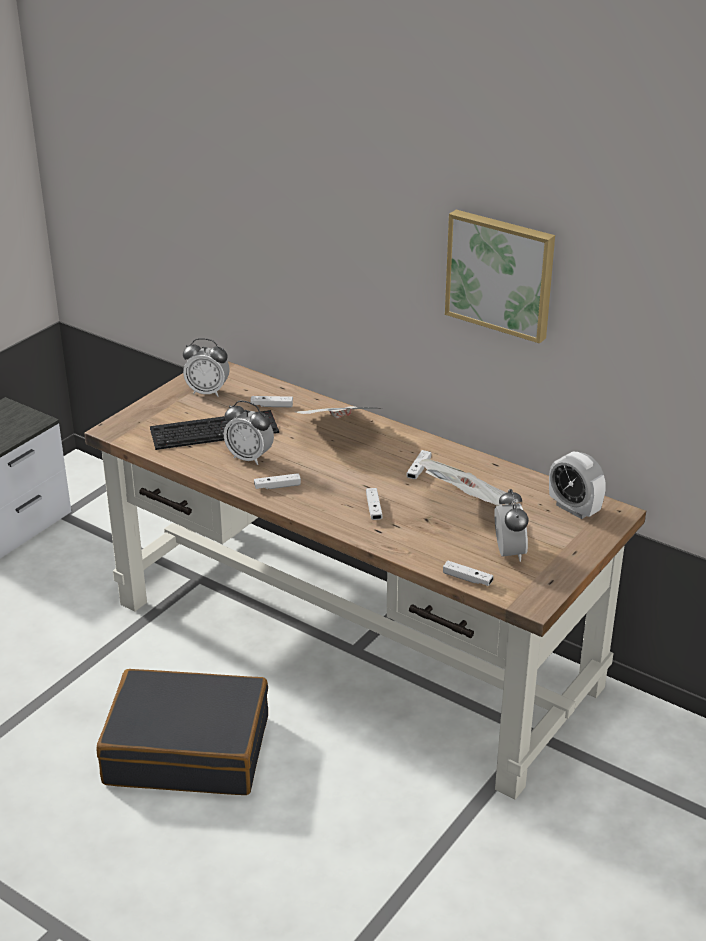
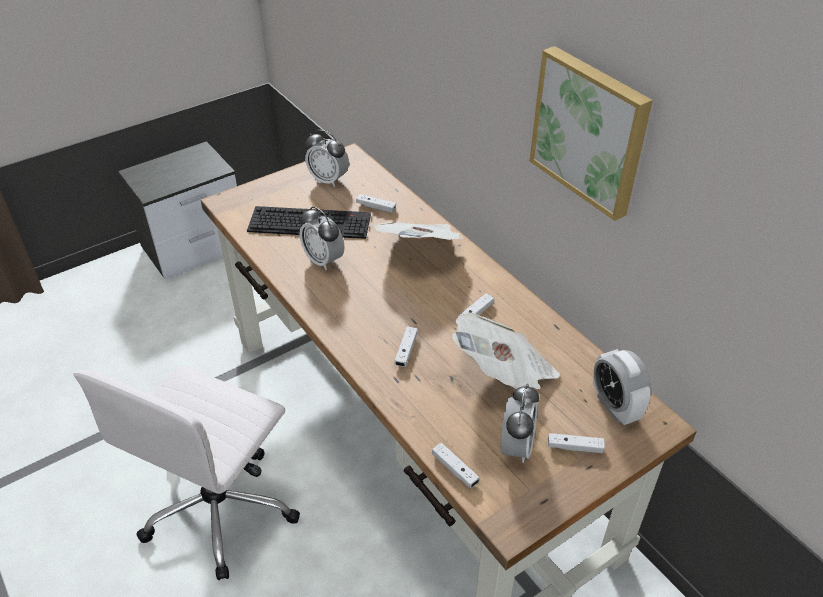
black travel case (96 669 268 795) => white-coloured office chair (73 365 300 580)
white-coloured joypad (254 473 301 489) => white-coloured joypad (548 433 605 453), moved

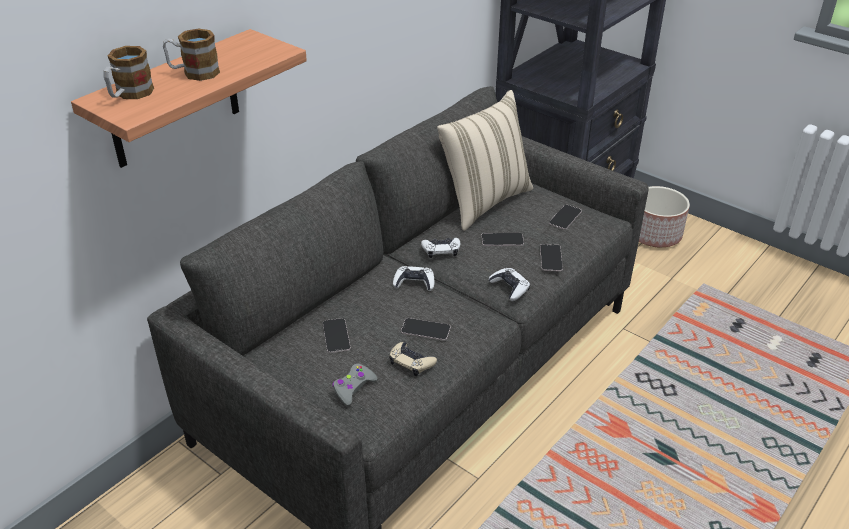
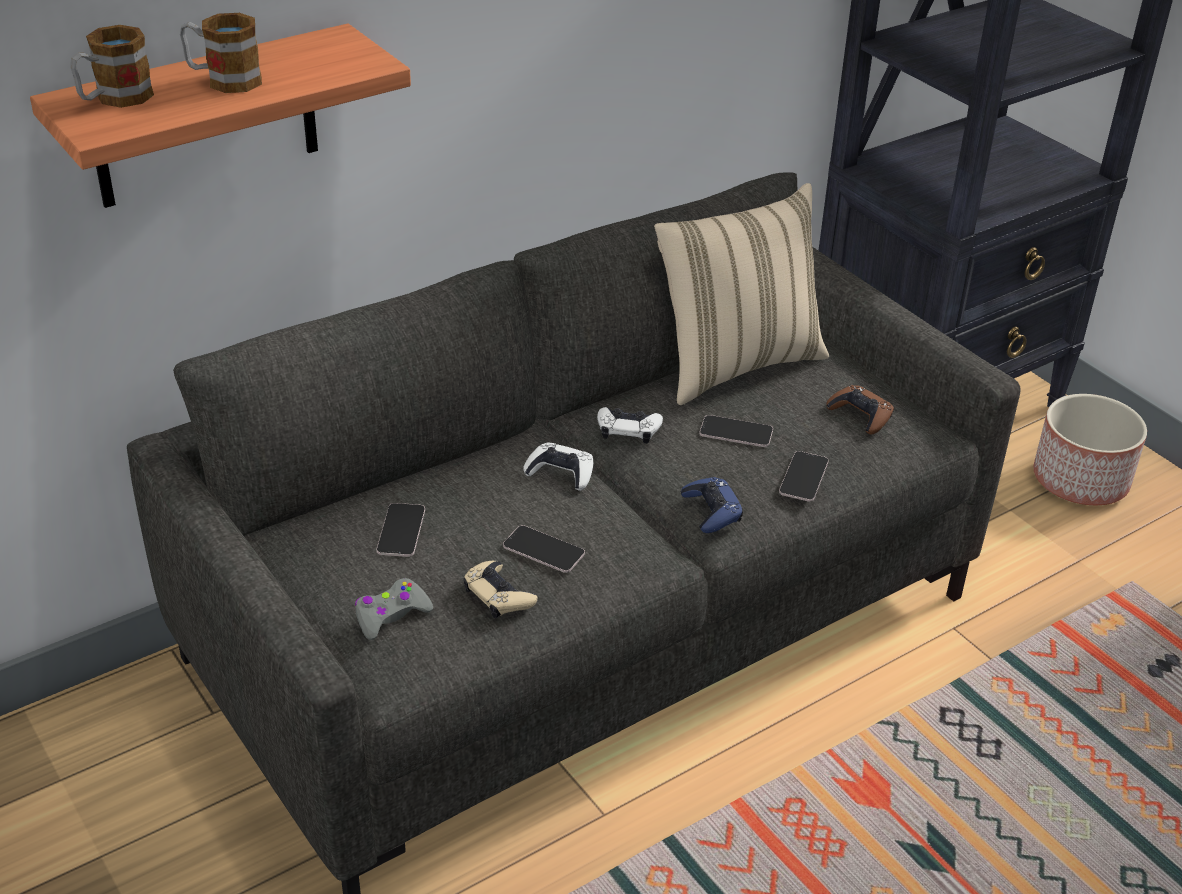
white-coloured joypad (489 268 530 301) => blue-coloured joypad (681 477 743 533)
phone (549 205 582 230) => brownish joypad (826 385 894 434)

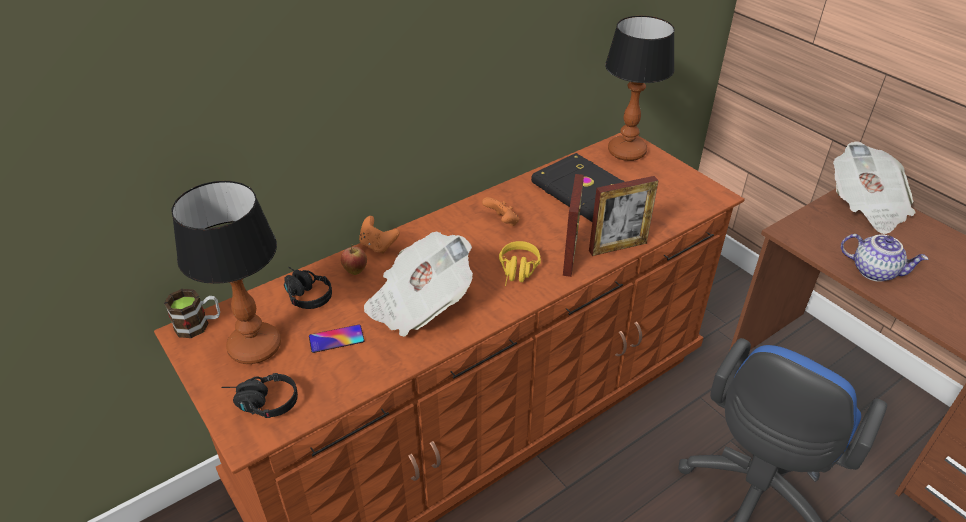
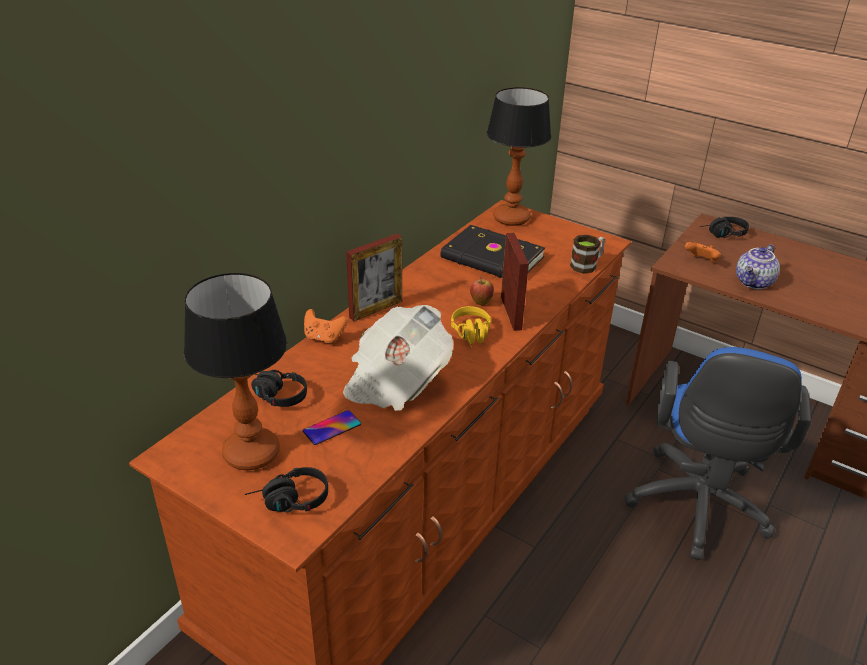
standing frame (589 176 659 256) => standing frame (346 234 402 321), moved
apple (341 245 367 275) => apple (470 276 494 305), moved
coffee mug (164 289 220 338) => coffee mug (570 235 605 273), moved
orangey joypad (482 197 519 226) => orangey joypad (685 242 721 263), moved
daily paper (833 142 916 234) => black headphones (699 217 749 238)
tea pot (841 234 929 282) => tea pot (736 244 780 289), 120 degrees clockwise

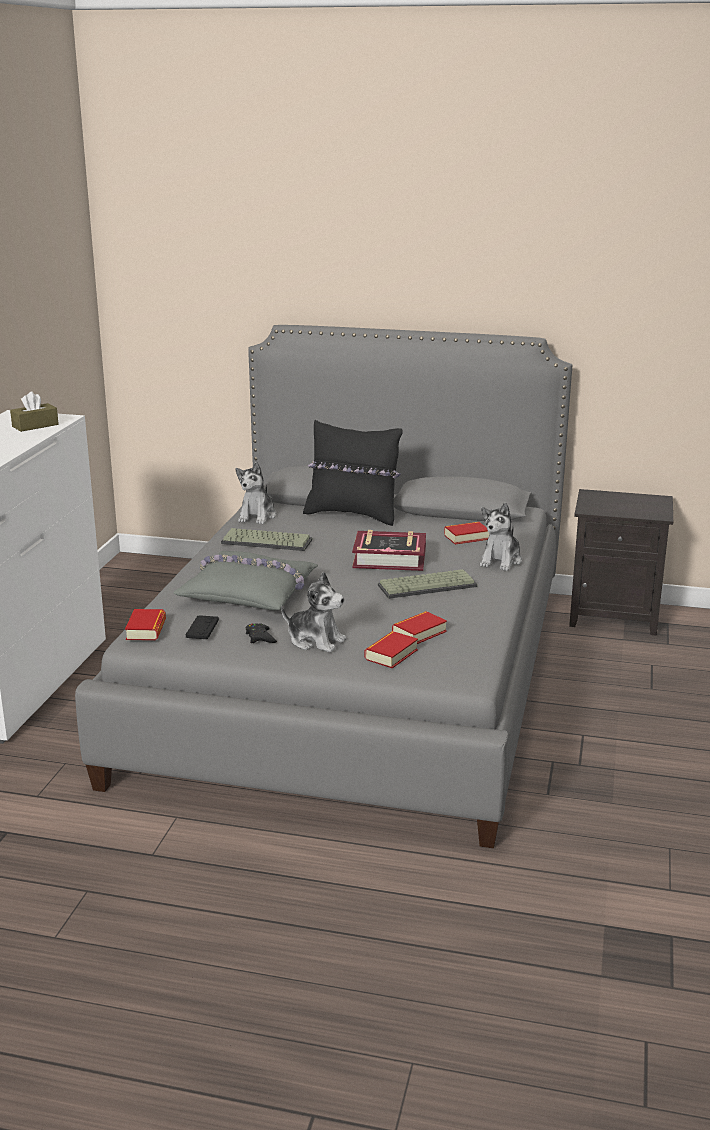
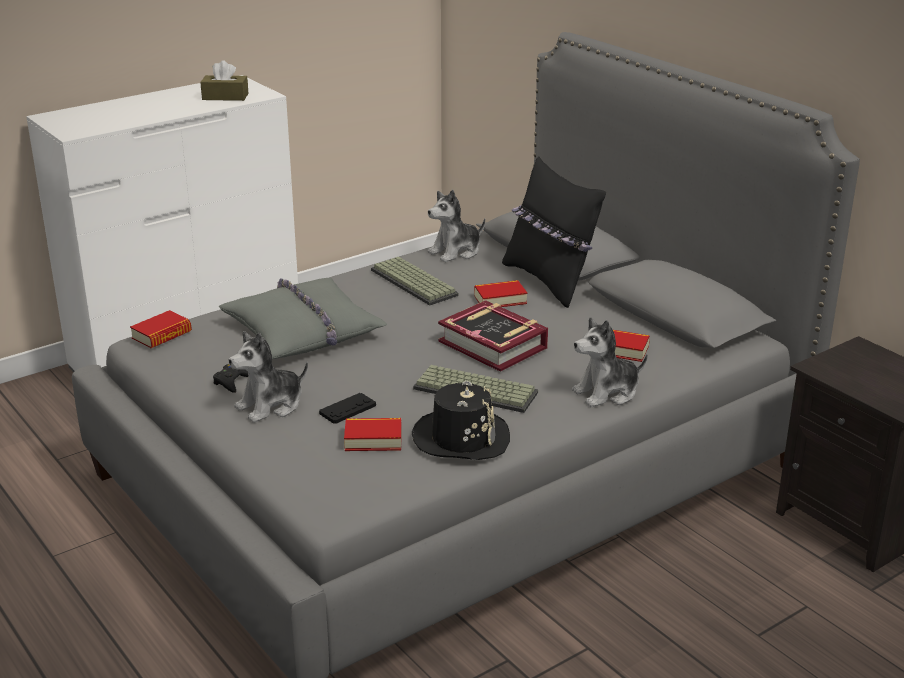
plush toy (281 572 346 653) => plush toy (229 331 308 423), 75 degrees clockwise
black joypad (186 615 219 639) => black joypad (319 393 376 424), moved
nothing => black clothing hat (412 381 510 460)
book (365 631 418 668) => book (474 280 527 307), moved

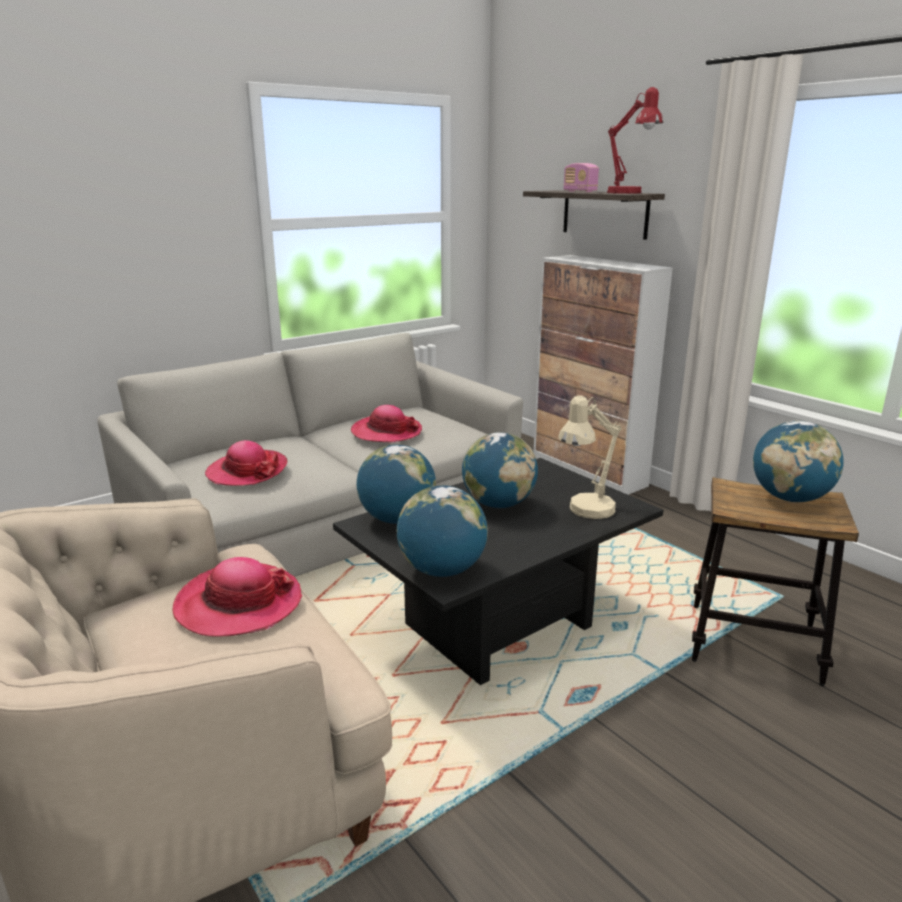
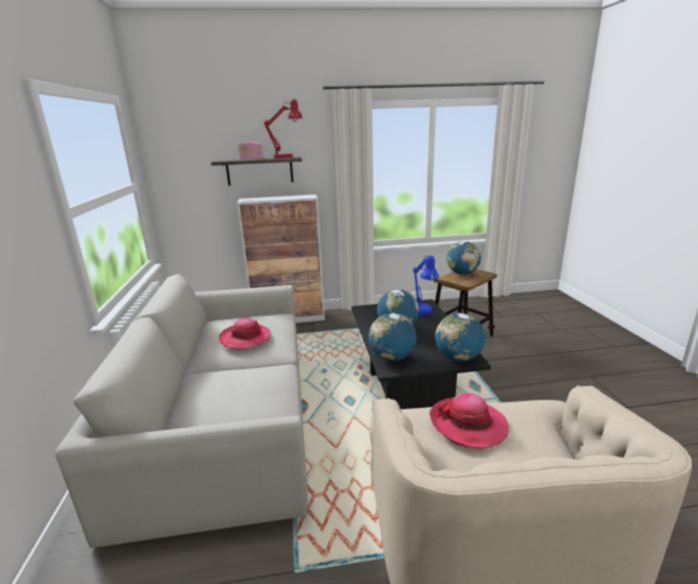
sand-coloured lamp for a table (558 395 622 519) => blue-coloured lamp for a table (413 256 439 316)
clothing hat (205 440 287 486) => nothing

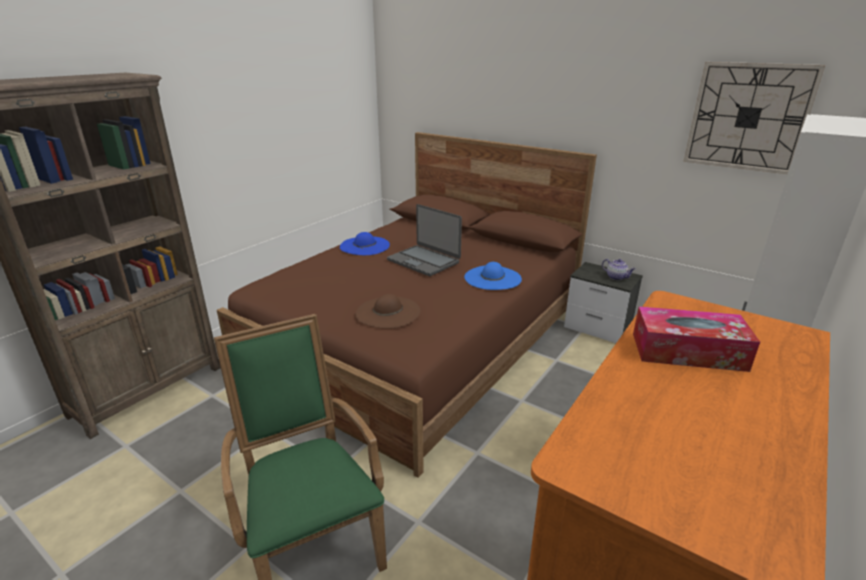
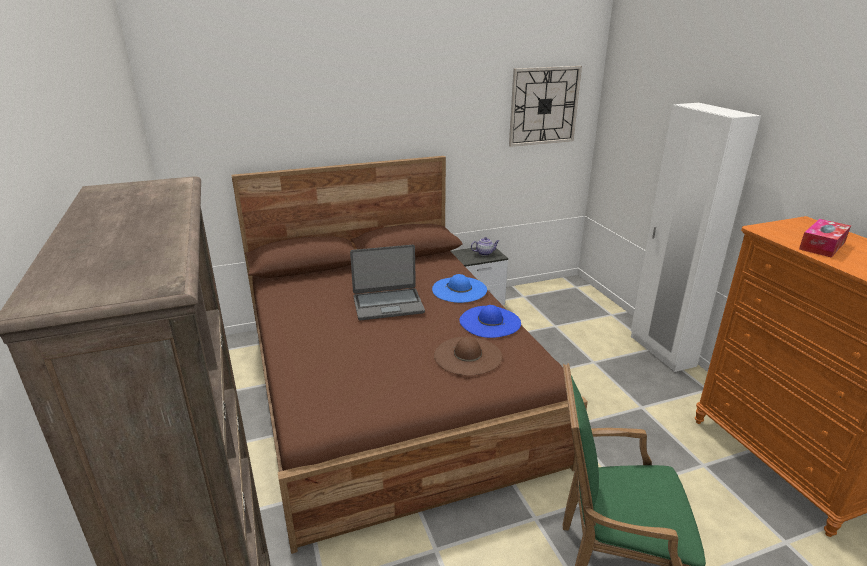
blue-coloured clothing hat (340 232 390 255) => blue-coloured clothing hat (459 305 521 338), moved

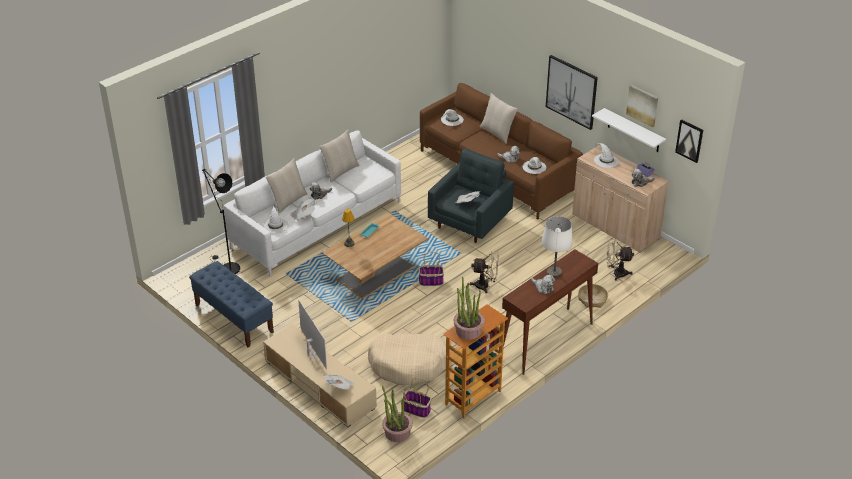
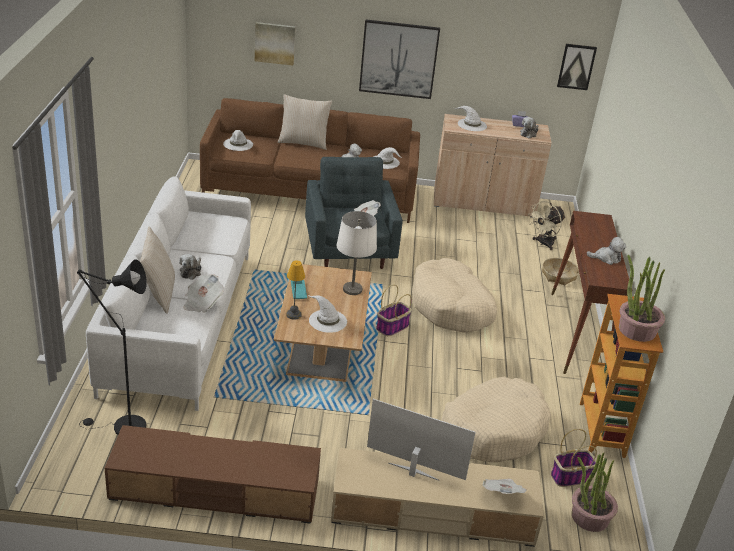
blue-coloured long seat (189 261 274 348) => brownish tv stand (105 425 321 524)
wall picture (626 85 658 127) => wall picture (255 22 295 65), moved
white-coloured clothing hat (263 206 289 234) => white-coloured clothing hat (308 295 347 333), moved
white-coloured lamp for a table (542 216 573 278) => white-coloured lamp for a table (336 211 377 295), moved
sand-coloured fan (470 251 499 293) => sand-coloured dog cushion (412 258 497 333)
sand-coloured pillow (319 130 360 182) => nothing
white-coloured wall shelf (592 108 666 152) => nothing

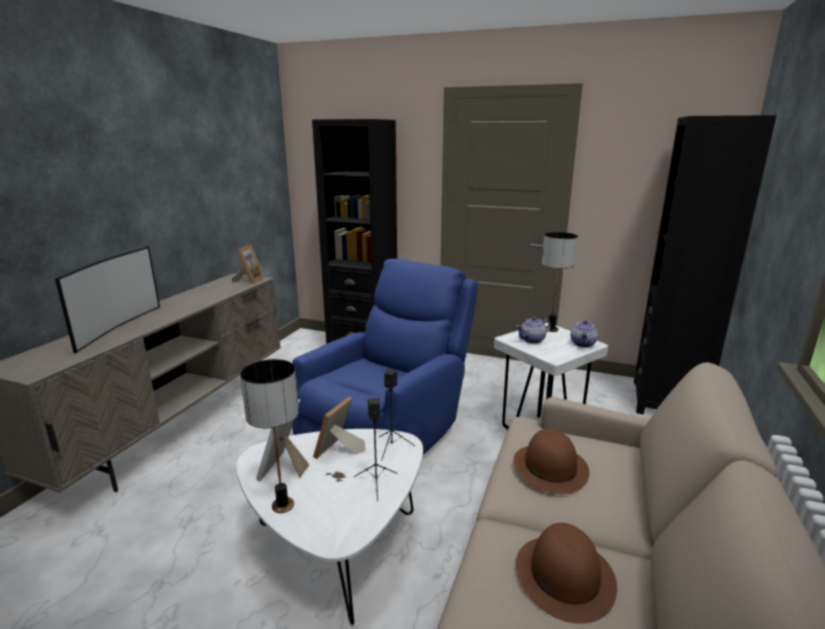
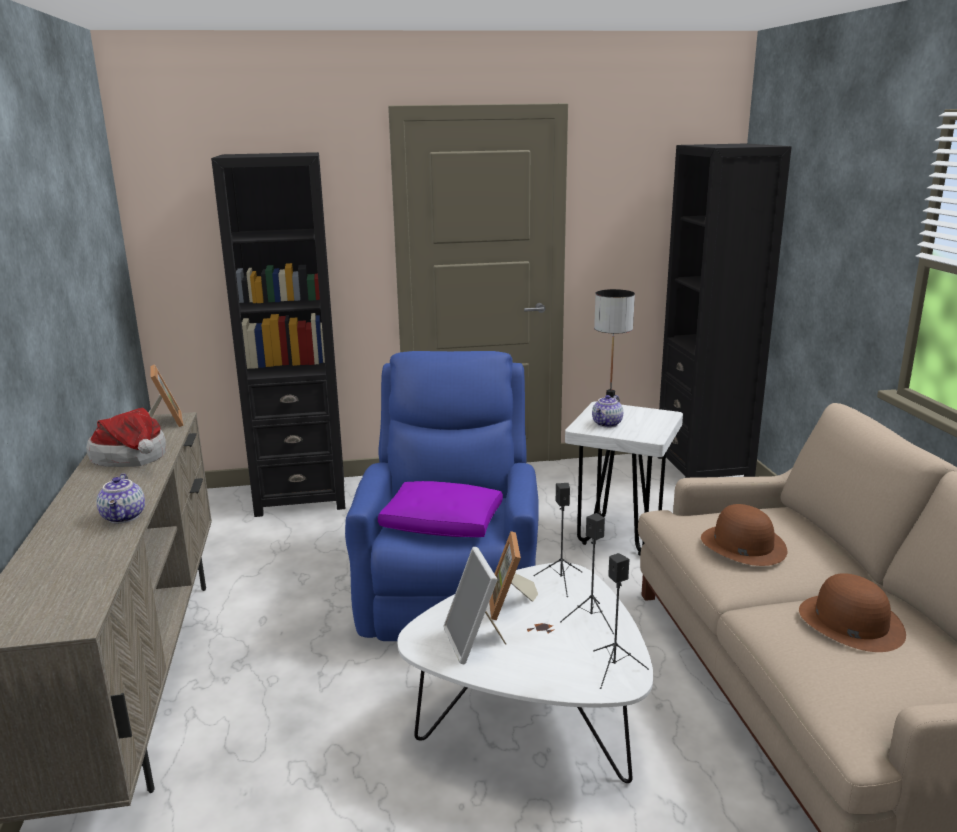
nothing => clothing hat (86 408 166 467)
tea pot (570 319 598 348) => tea pot (97 473 145 523), moved
nothing => purple pillow (378 481 503 537)
nothing => black audio speaker (593 553 649 689)
television (55 247 160 353) => nothing
lamp for a table (240 359 299 513) => nothing

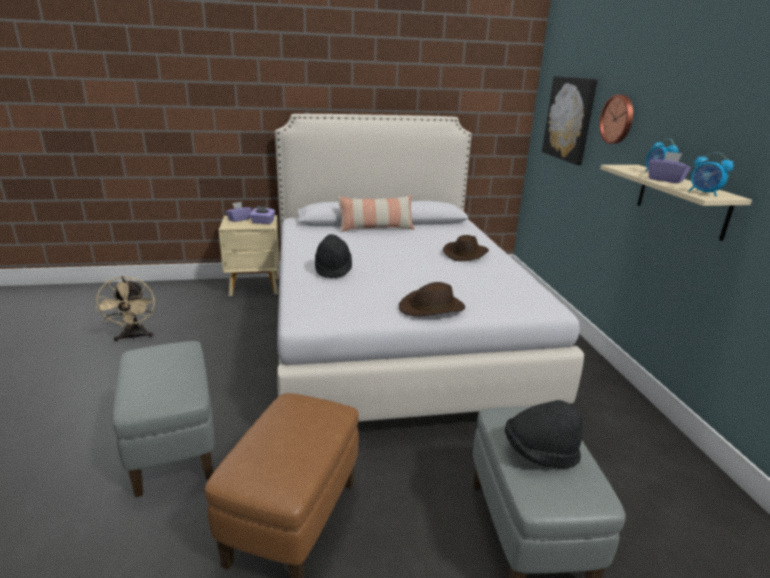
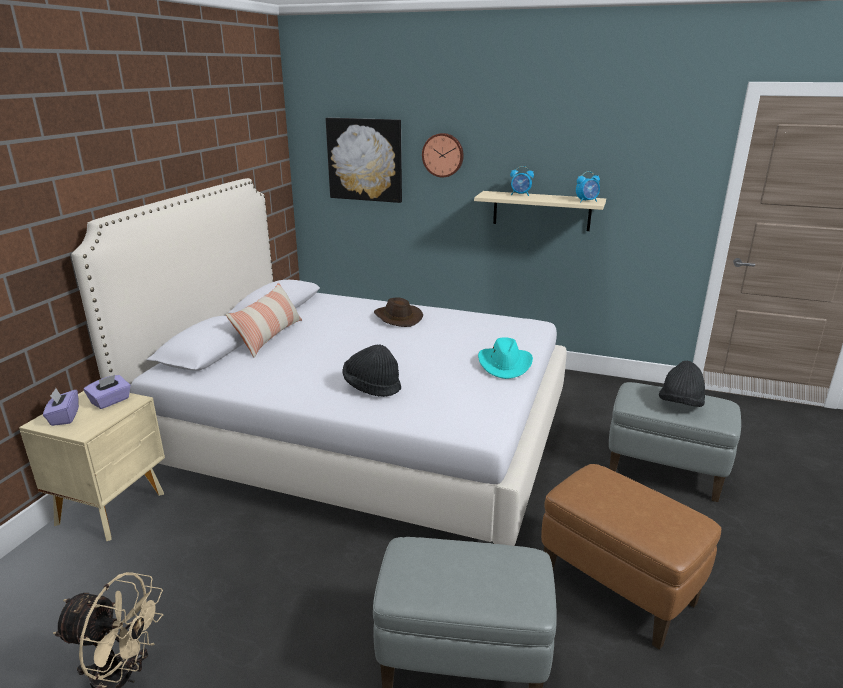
brownish clothing hat (399 282 465 316) => turquoise clothing hat (478 337 533 379)
purple box of tissues (649 151 691 183) => nothing

